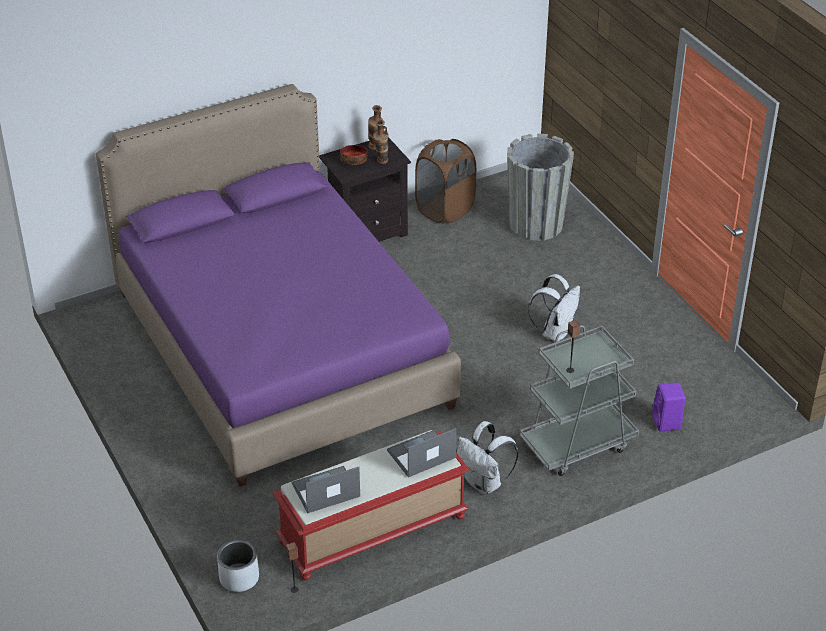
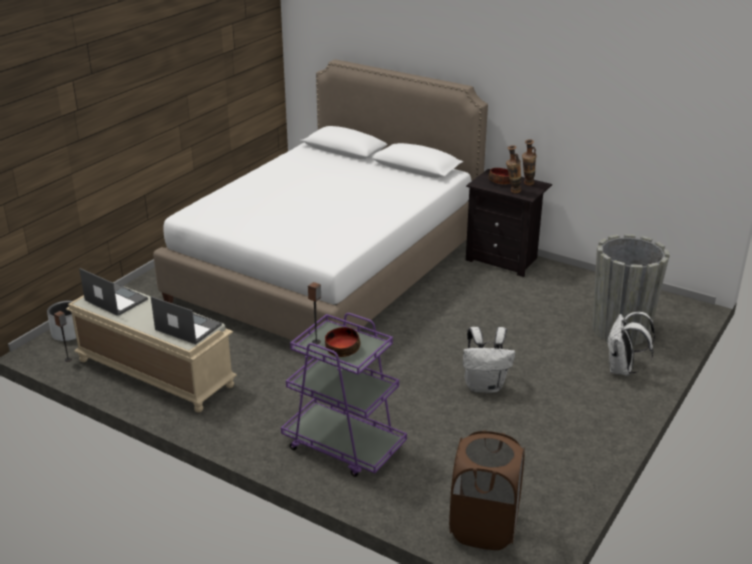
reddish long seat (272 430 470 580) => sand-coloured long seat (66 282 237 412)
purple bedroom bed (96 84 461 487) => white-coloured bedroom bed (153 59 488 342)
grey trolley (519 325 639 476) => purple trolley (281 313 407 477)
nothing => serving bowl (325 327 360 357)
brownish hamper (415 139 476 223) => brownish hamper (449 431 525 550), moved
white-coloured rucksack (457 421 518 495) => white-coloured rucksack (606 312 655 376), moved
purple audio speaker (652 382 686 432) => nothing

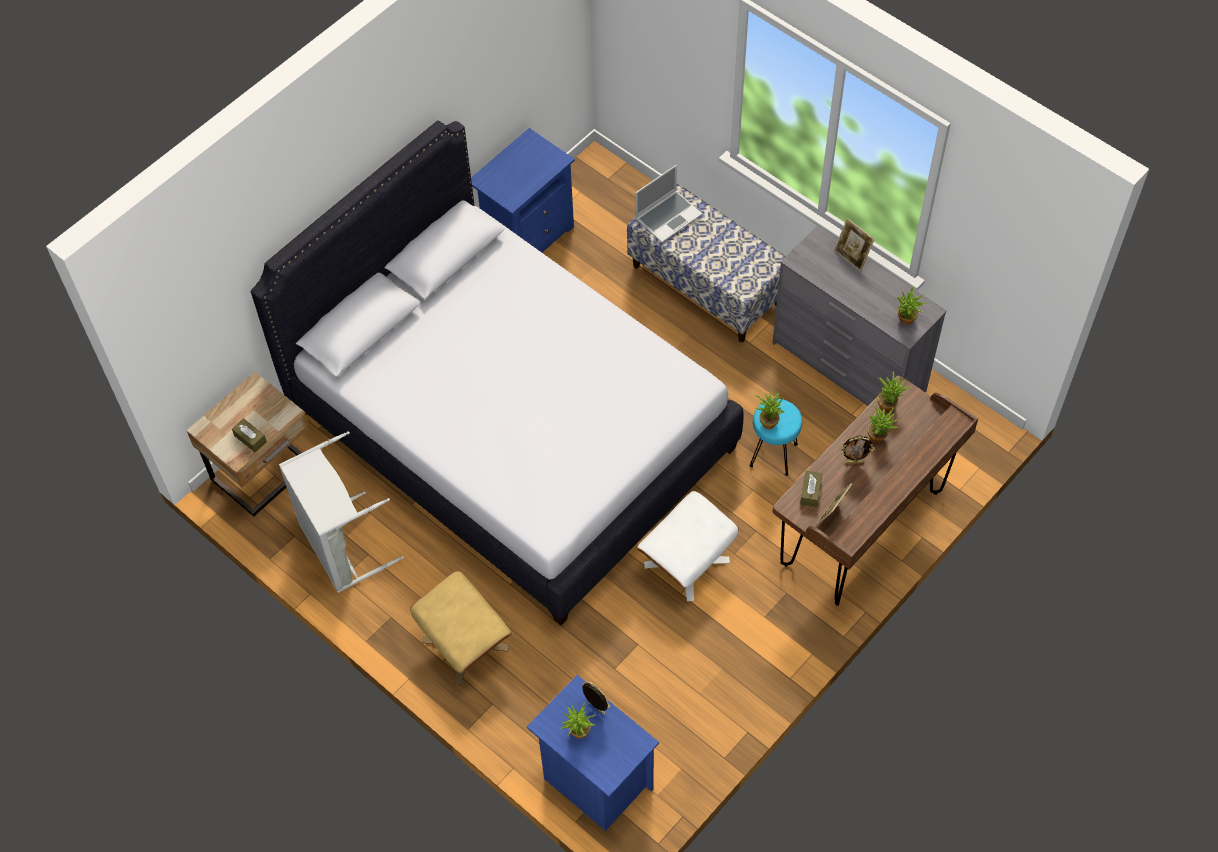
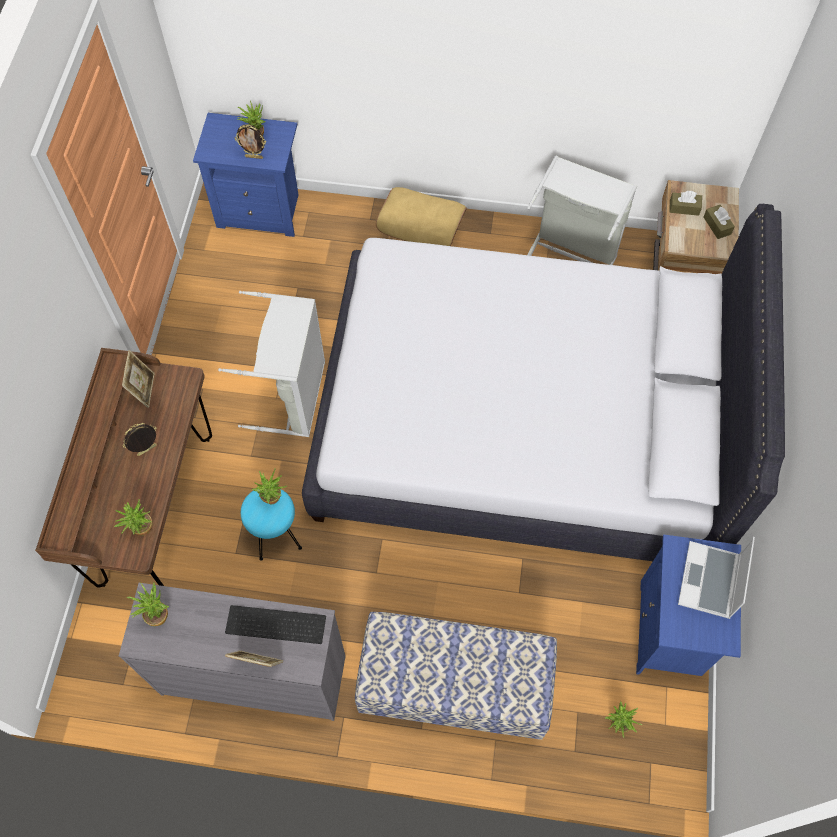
white-coloured pouffe (637 491 739 601) => grey hamper (218 291 325 437)
nothing => PC keyboard (225 605 326 644)
houseplant (868 404 902 443) => houseplant (605 701 642 738), moved
notebook computer (635 165 702 243) => notebook computer (678 537 755 619), moved
brownish box of tissues (800 471 823 507) => brownish box of tissues (704 205 735 239), moved

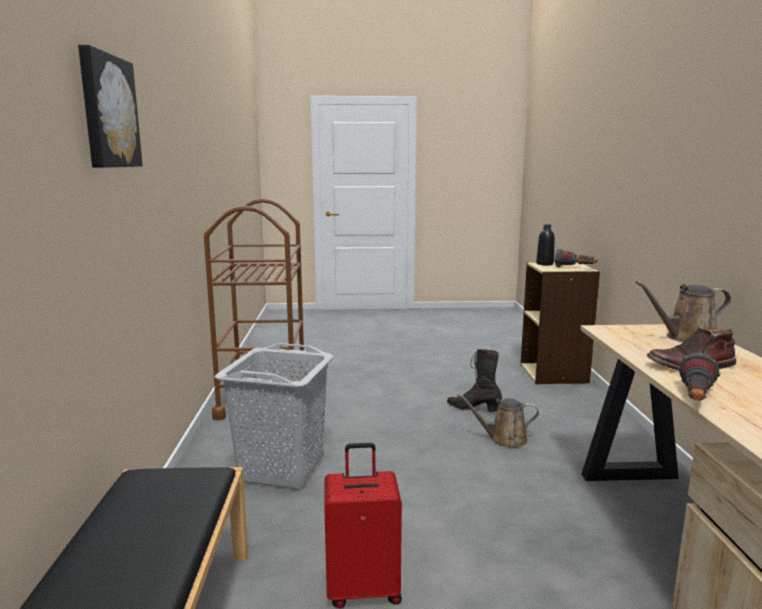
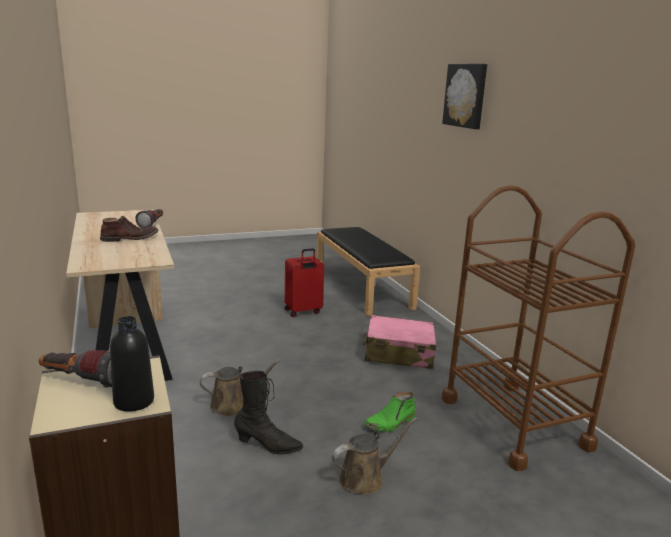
brownish sprinkling can (635 281 731 342) => brownish sprinkling can (332 417 418 495), moved
grey hamper (215 343 334 489) => pink travel case (362 315 436 369)
nothing => greenish boot (364 392 416 432)

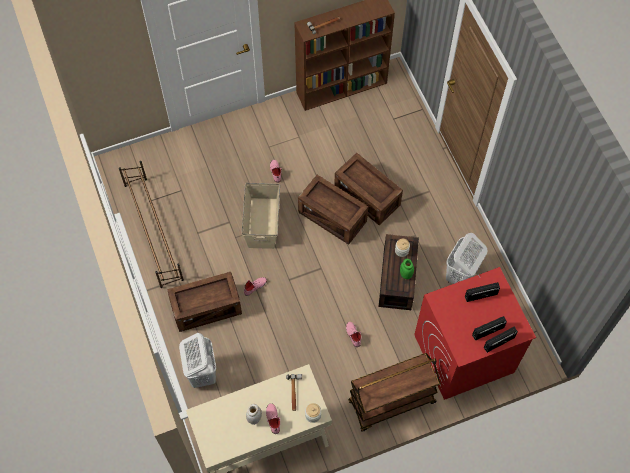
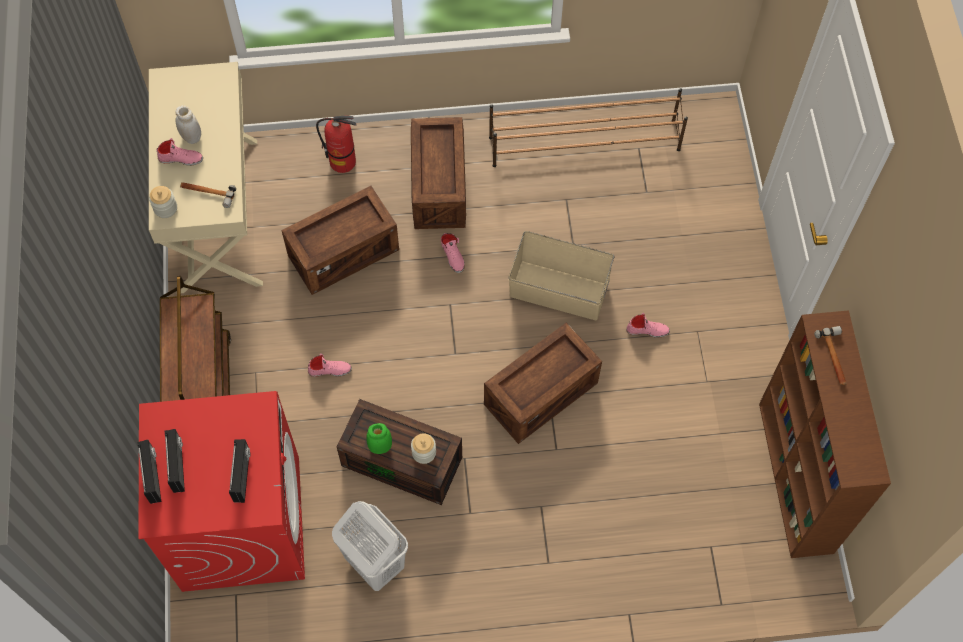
packing crate (334 153 403 226) => packing crate (281 186 399 295), moved
white-coloured hamper (179 333 216 388) => extinguisher (316 116 356 173)

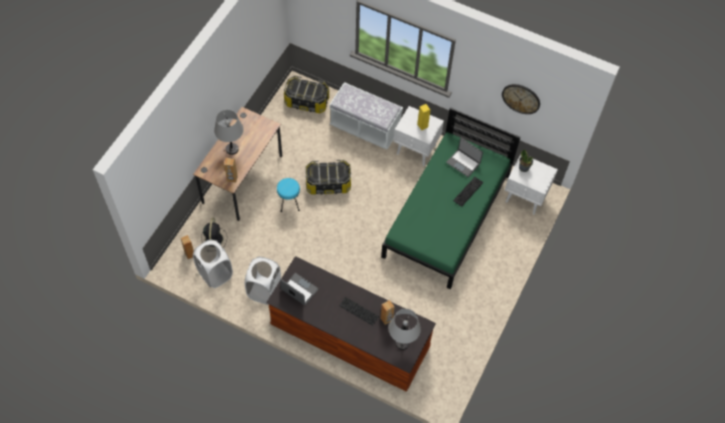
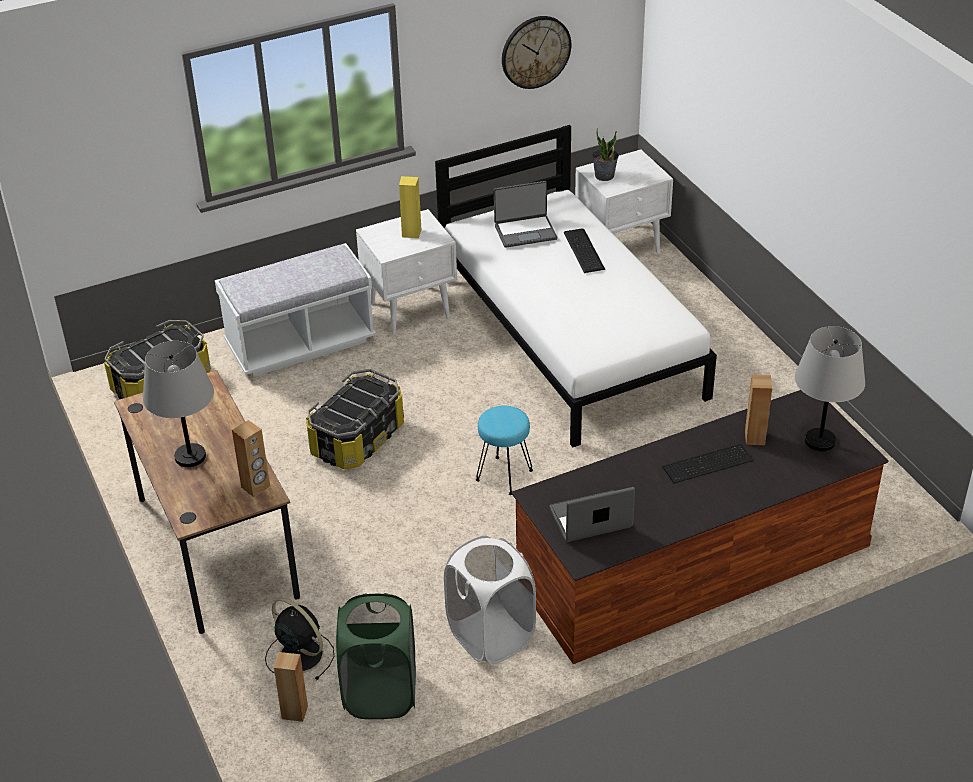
white-coloured hamper (193 239 233 288) => greenish hamper (336 593 416 719)
greenish bedroom bed (381 107 521 290) => white-coloured bedroom bed (435 125 717 447)
turquoise sitting stool (277 178 300 212) => turquoise sitting stool (476 406 533 495), moved

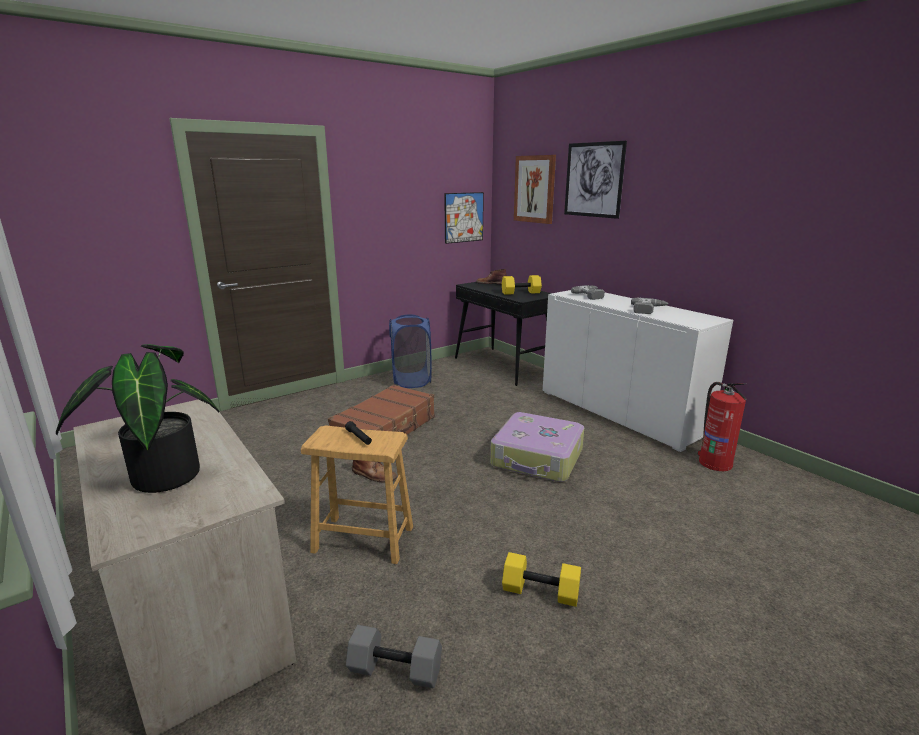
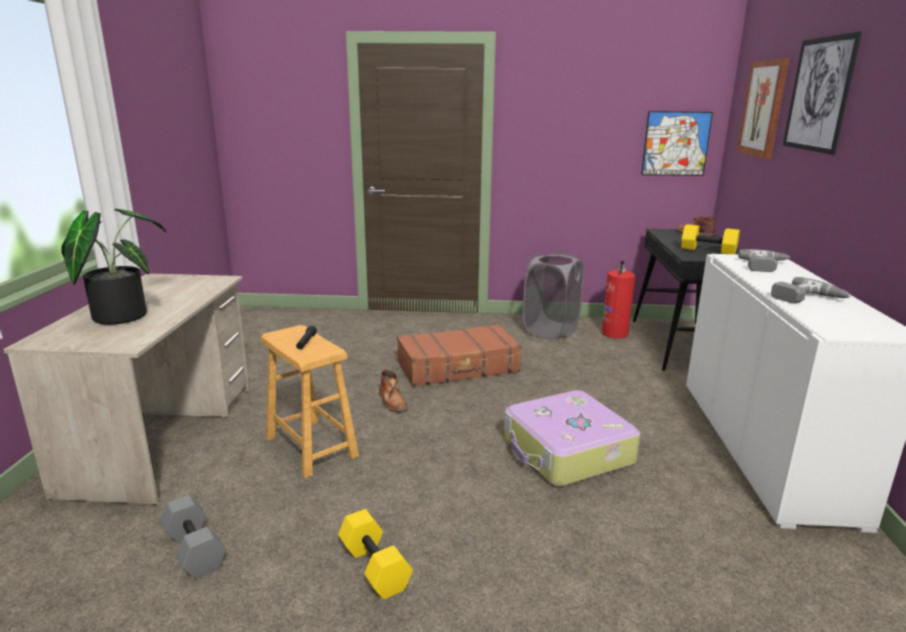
blue-coloured hamper (389 314 432 388) => grey hamper (523 253 584 340)
extinguisher (698 382 747 471) => extinguisher (601 261 635 339), moved

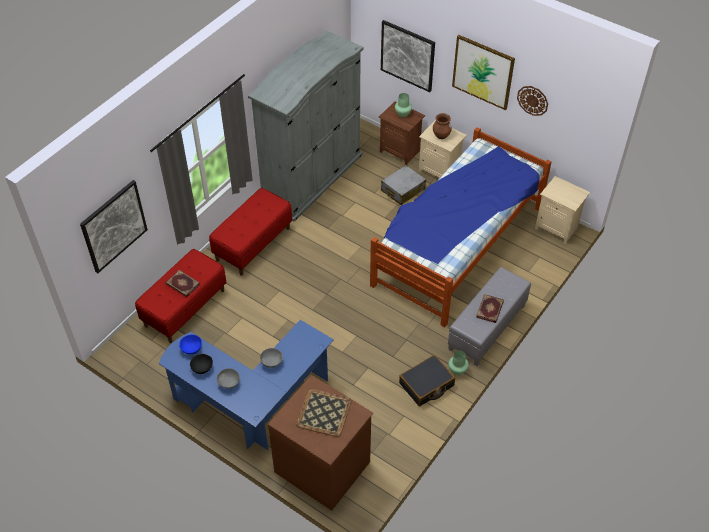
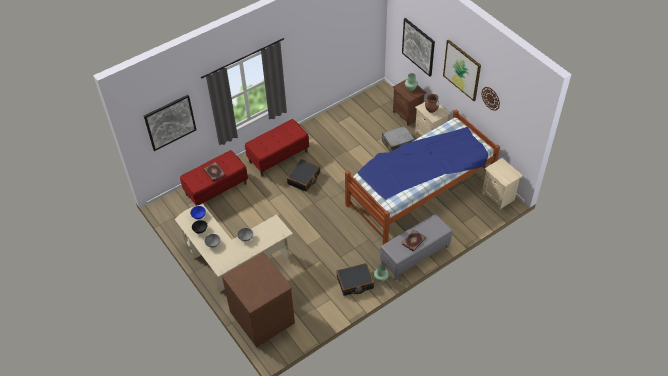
blue-coloured desk (159 320 334 450) => sand-coloured desk (175 204 293 292)
nothing => black travel case (287 159 320 192)
grey armoire (248 31 363 222) => nothing
serving tray (296 389 352 437) => nothing

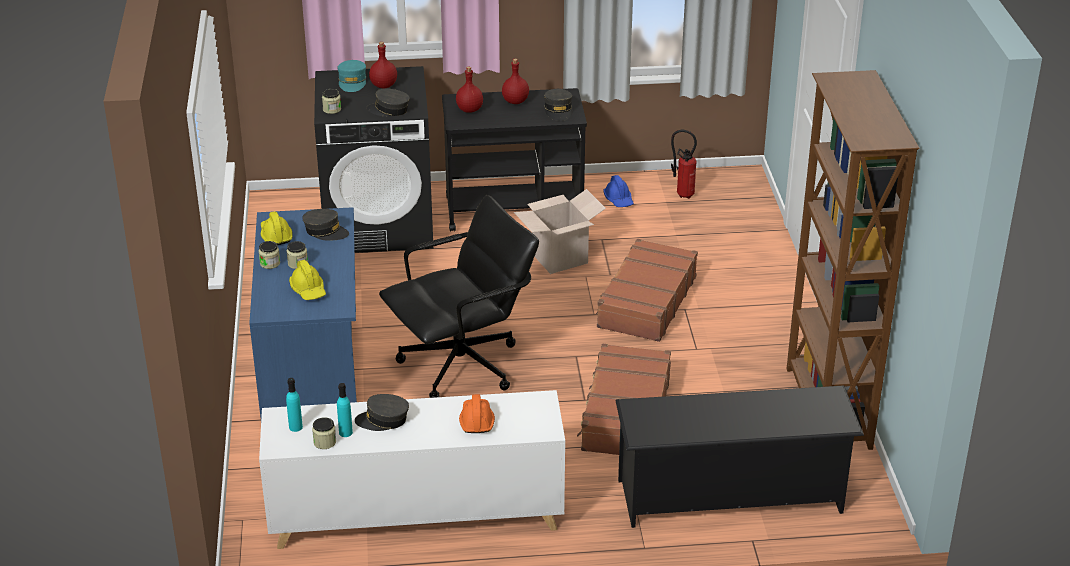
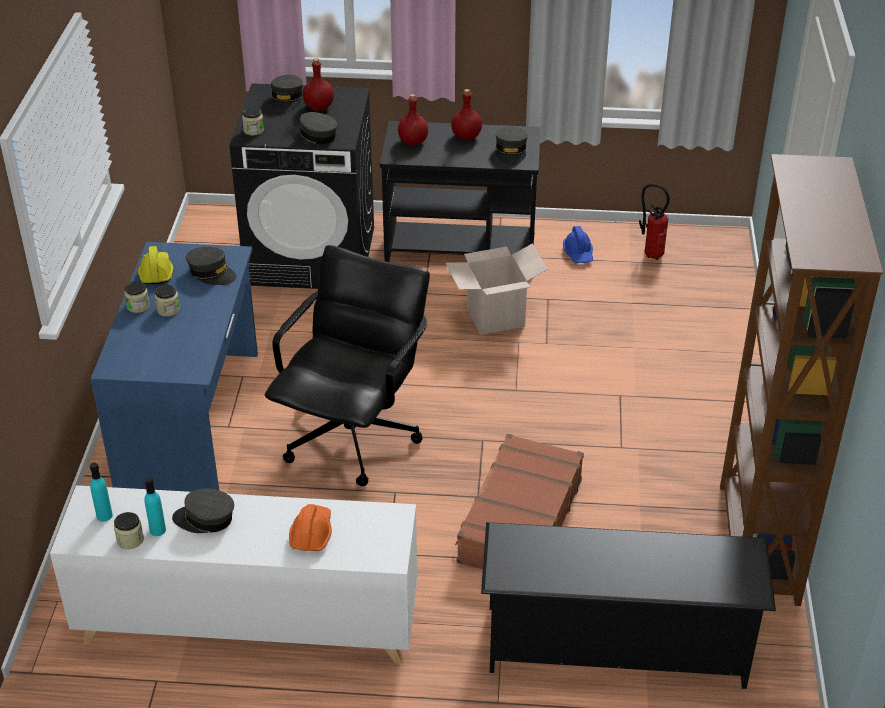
black office chair (379 195 539 398) => black office chair (265 245 430 486), 45 degrees counterclockwise
turquoise cap (338 60 366 92) => grey cap (271 75 303 112)
yellowish work helmet (289 260 326 300) => nothing
brownish travel case (596 239 698 342) => nothing

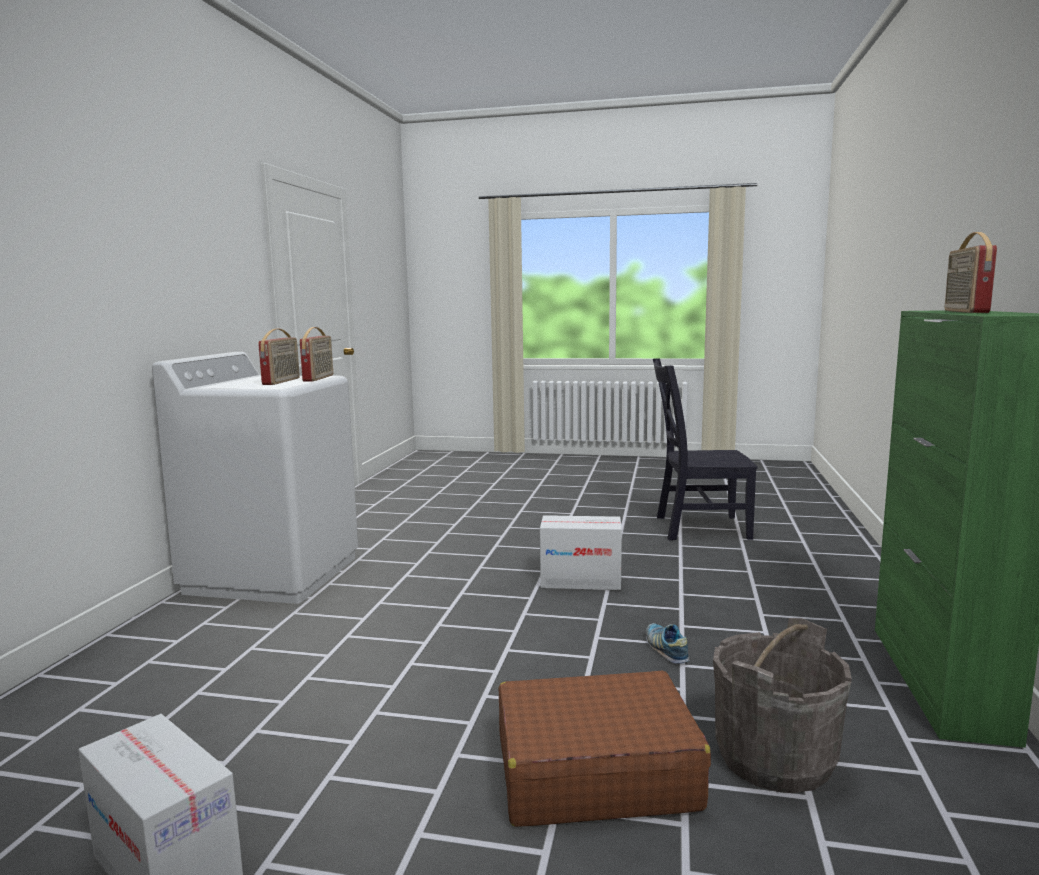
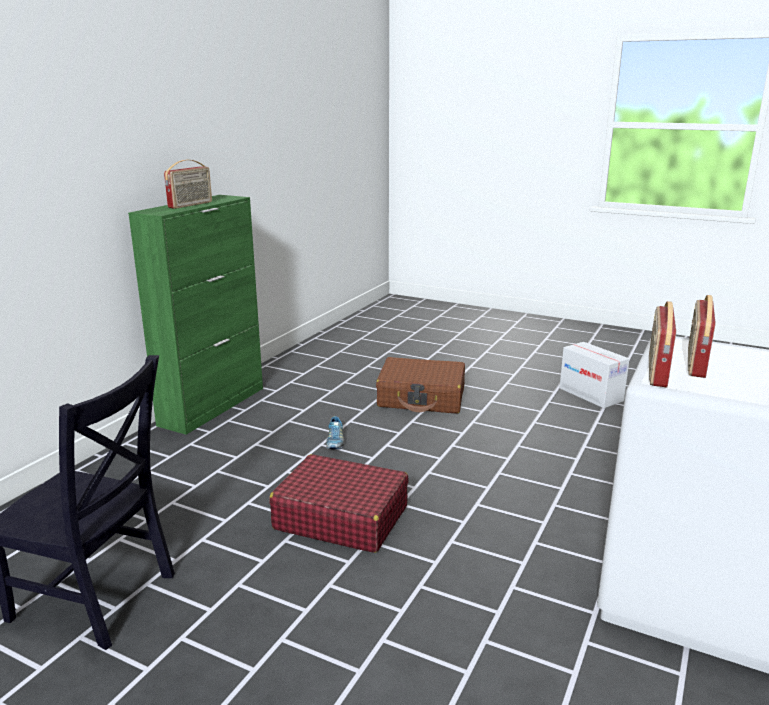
packing box (540 515 622 590) => reddish travel case (270 454 409 553)
grey water bucket (713 618 852 793) => nothing

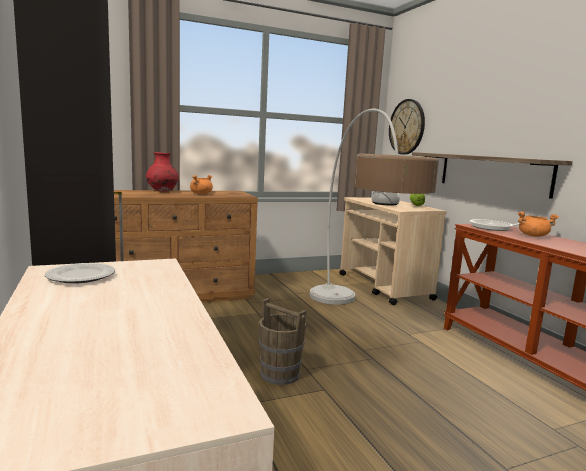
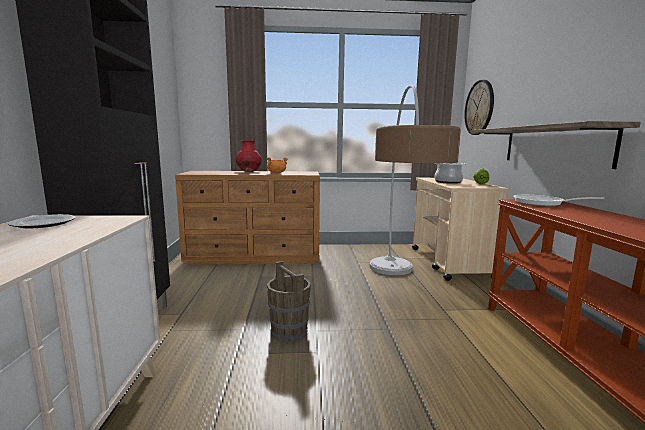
orangey saucepot (518 211 559 237) => nothing

